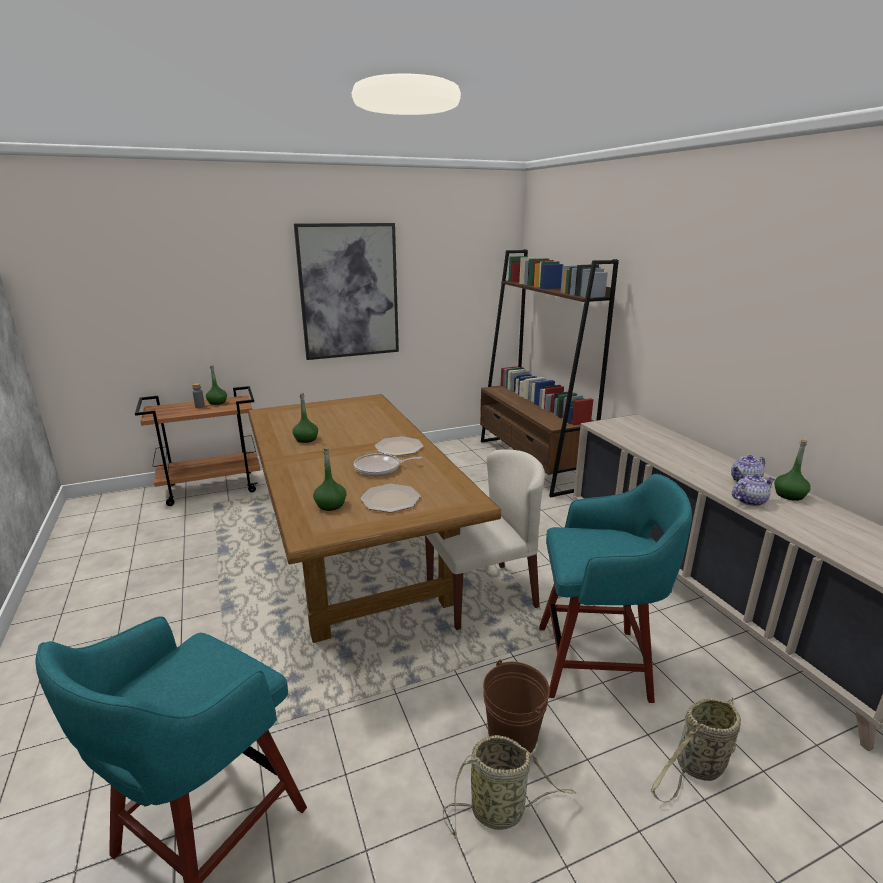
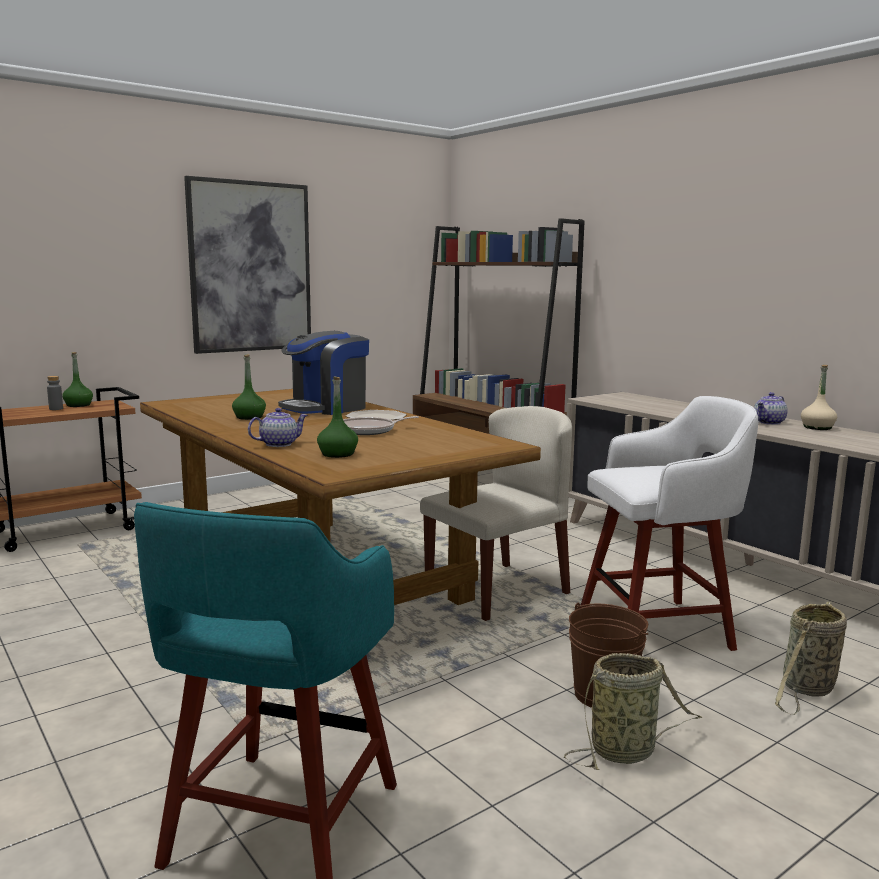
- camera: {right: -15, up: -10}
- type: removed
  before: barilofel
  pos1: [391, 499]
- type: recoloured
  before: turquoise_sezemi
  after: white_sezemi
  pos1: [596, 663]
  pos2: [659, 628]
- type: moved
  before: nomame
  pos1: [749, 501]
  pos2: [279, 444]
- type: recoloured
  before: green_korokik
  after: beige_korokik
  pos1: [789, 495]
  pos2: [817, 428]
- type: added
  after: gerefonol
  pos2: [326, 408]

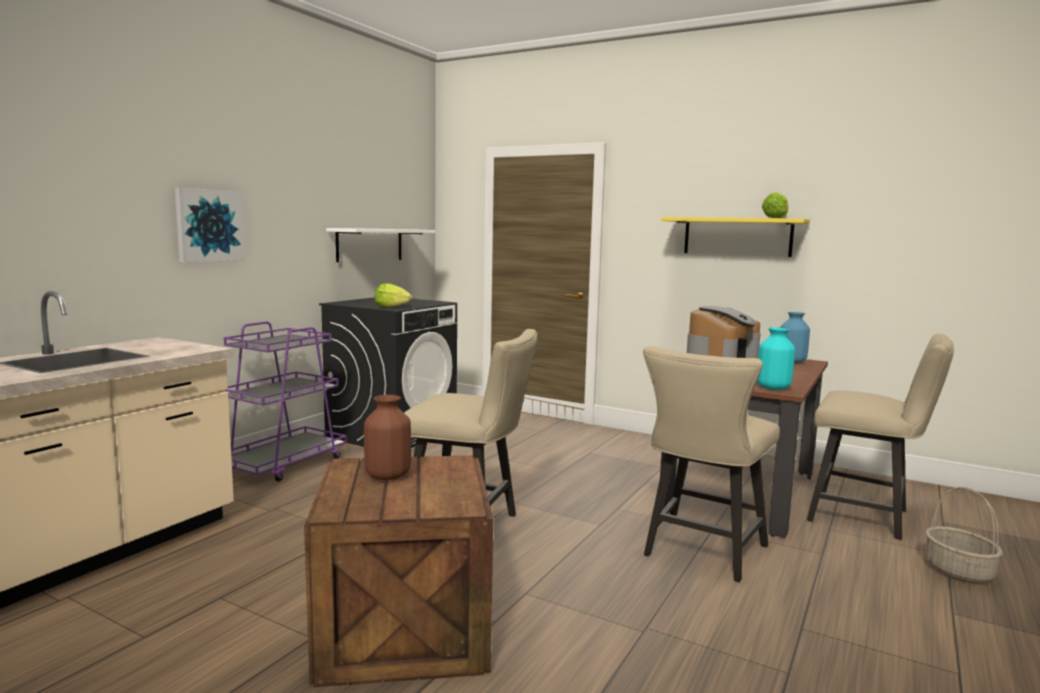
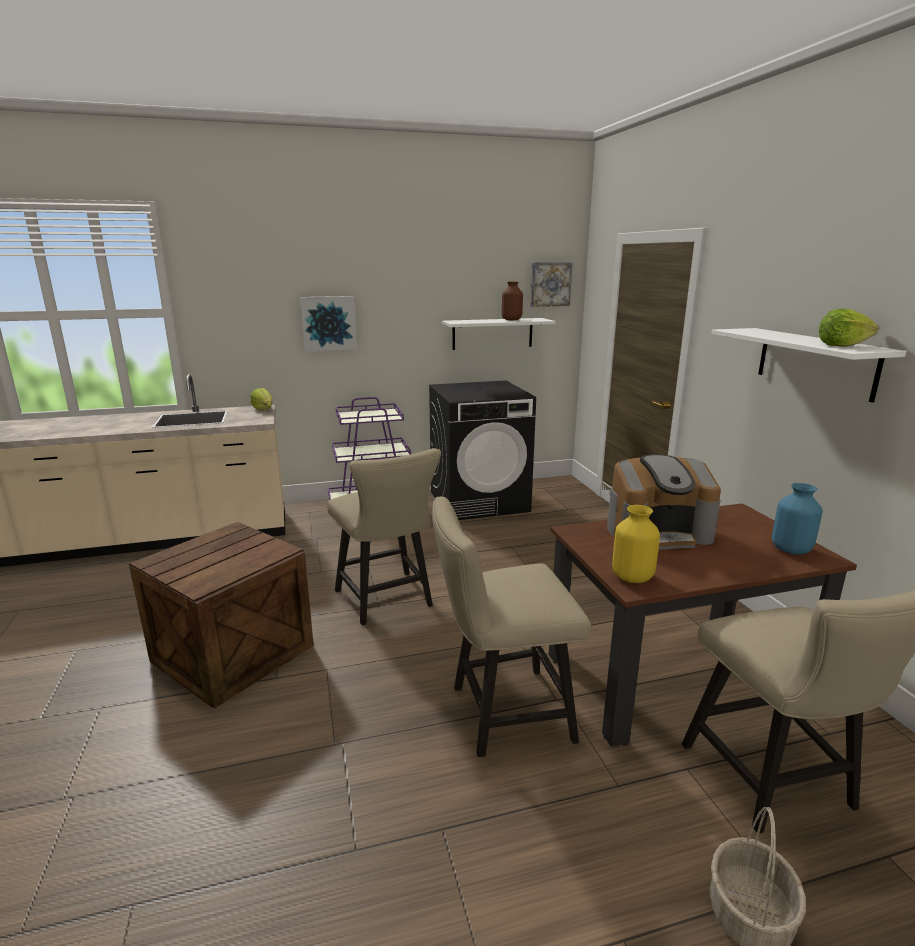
- camera: {right: 45, up: 10}
- type: moved
  before: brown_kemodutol
  pos1: [387, 476]
  pos2: [511, 319]
- type: moved
  before: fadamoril
  pos1: [391, 307]
  pos2: [264, 409]
- type: recoloured
  before: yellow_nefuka
  after: white_nefuka
  pos1: [737, 236]
  pos2: [815, 362]
- type: recoloured
  before: turquoise_kemodutol
  after: yellow_kemodutol
  pos1: [774, 388]
  pos2: [632, 577]
- type: added
  after: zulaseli
  pos2: [550, 284]

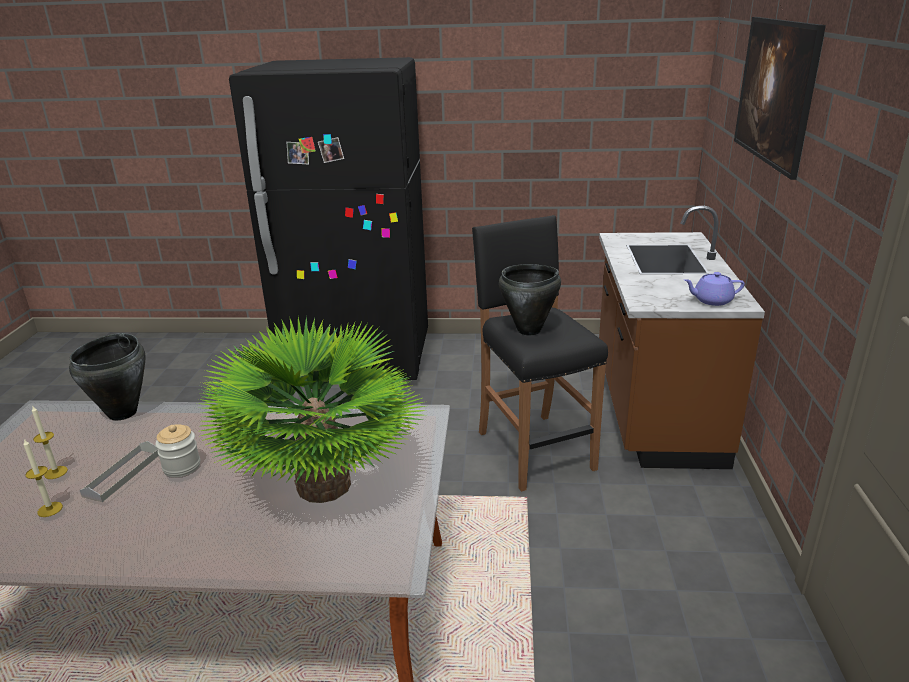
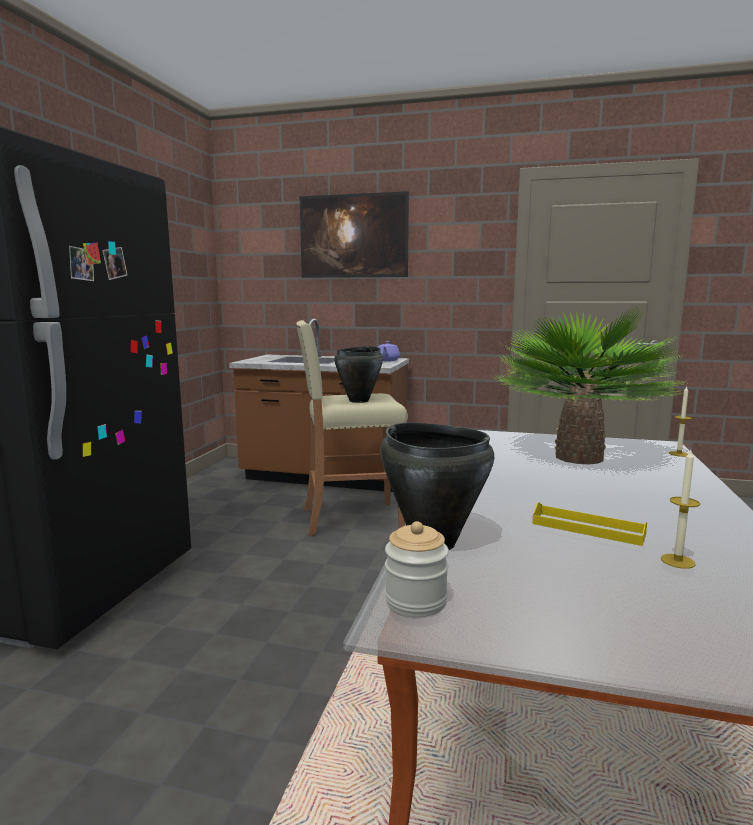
- camera: {right: -80, up: -15}
- type: moved
  before: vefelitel
  pos1: [56, 472]
  pos2: [679, 454]
- type: recoloured
  before: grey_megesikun
  after: yellow_megesikun
  pos1: [122, 474]
  pos2: [588, 528]
- type: moved
  before: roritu
  pos1: [182, 467]
  pos2: [415, 601]
- type: recoloured
  before: black_sezemi
  after: beige_sezemi
  pos1: [534, 449]
  pos2: [350, 518]

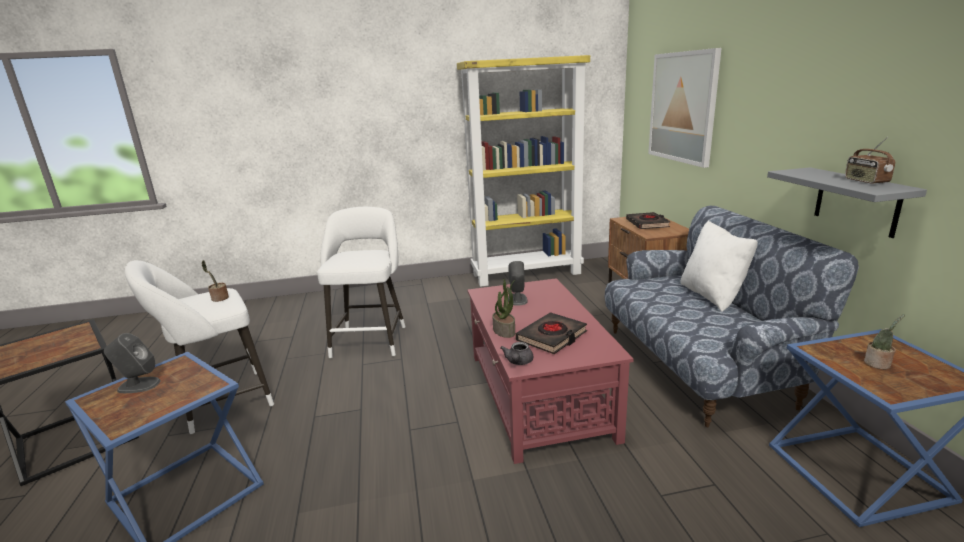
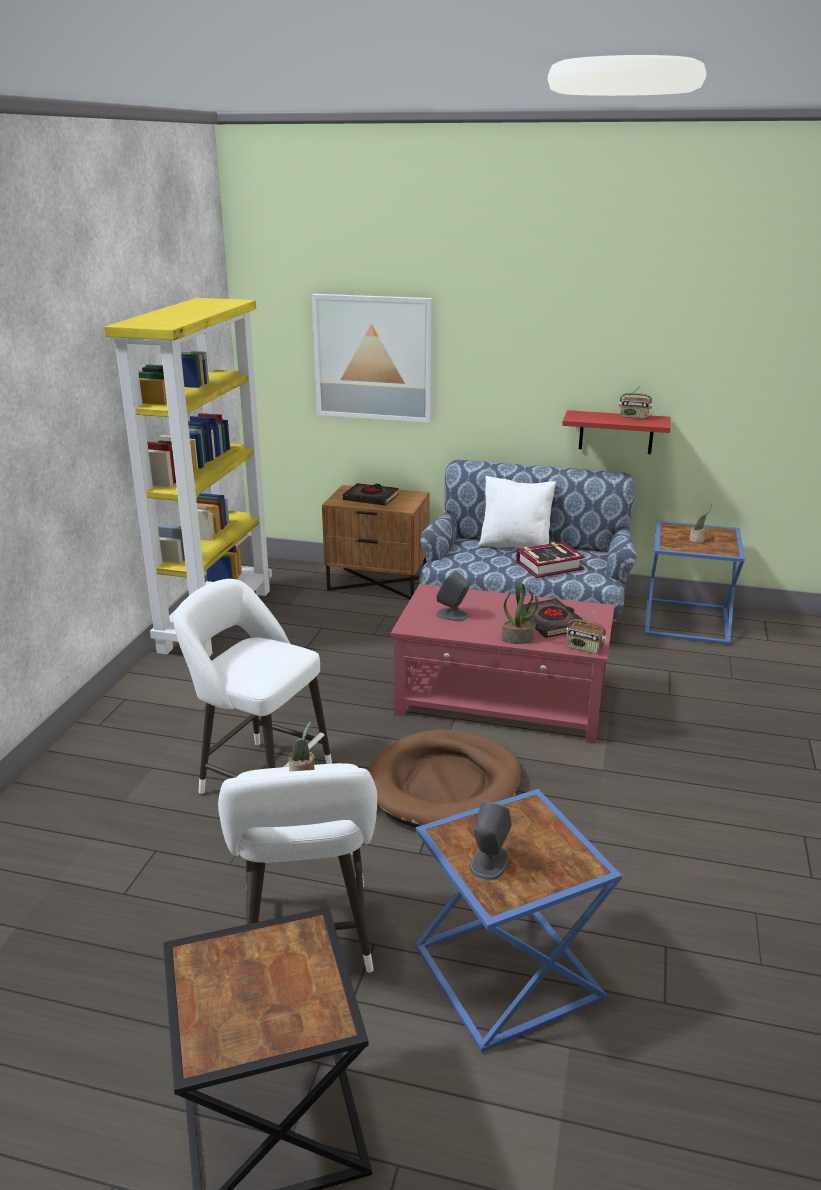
- camera: {right: -65, up: 5}
- type: replaced
  before: grey_nomame
  after: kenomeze
  pos1: [518, 362]
  pos2: [584, 648]
- type: recoloured
  before: grey_nefuka
  after: red_nefuka
  pos1: [856, 201]
  pos2: [616, 432]
- type: added
  after: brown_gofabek
  pos2: [444, 785]
- type: added
  after: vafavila
  pos2: [549, 565]

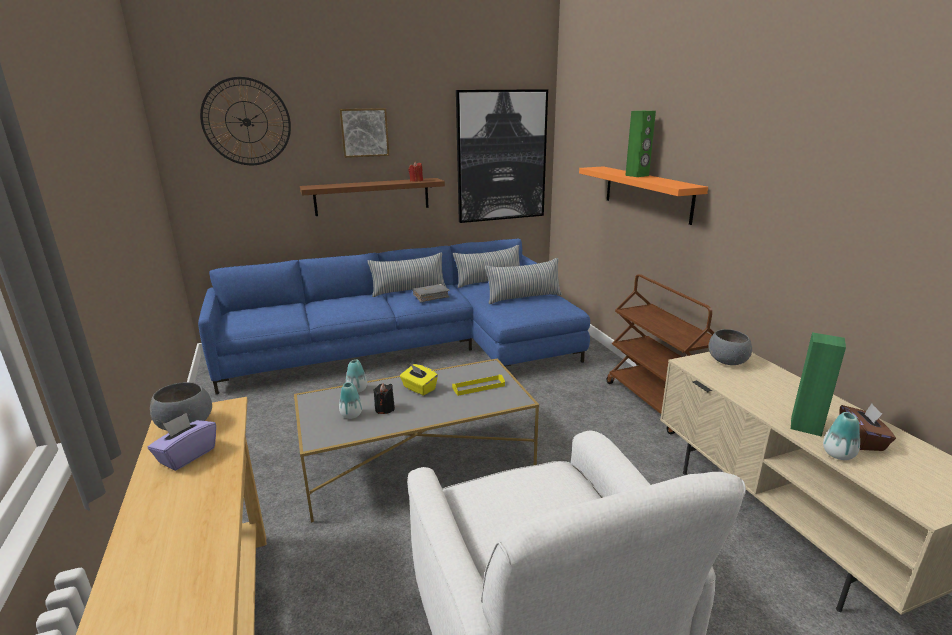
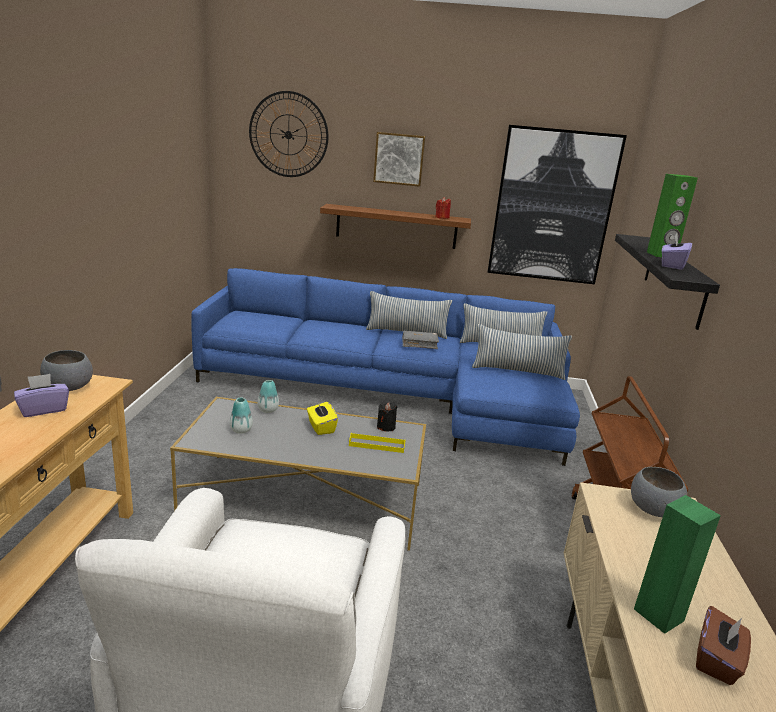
- camera: {right: 25, up: 0}
- type: moved
  before: black_vefelitel
  pos1: [385, 409]
  pos2: [386, 427]
- type: recoloured
  before: orange_nefuka
  after: black_nefuka
  pos1: [647, 193]
  pos2: [674, 279]
- type: removed
  before: kemodutol
  pos1: [838, 454]
- type: added
  after: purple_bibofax
  pos2: [672, 265]

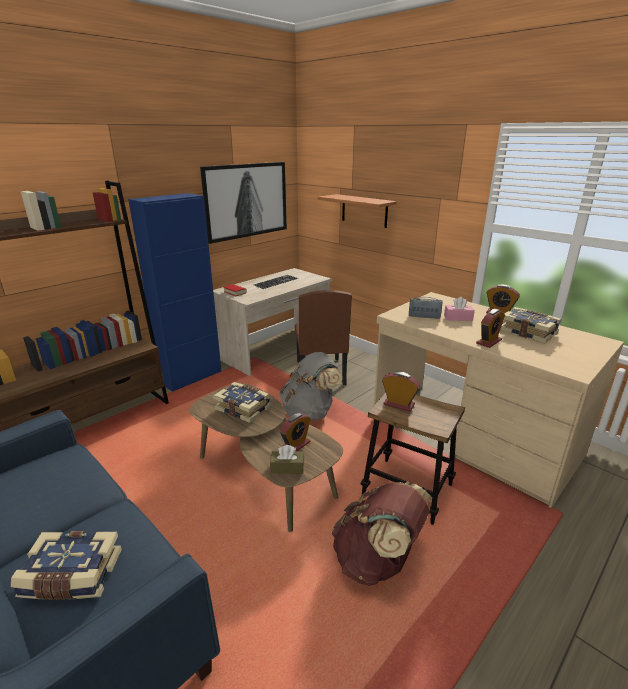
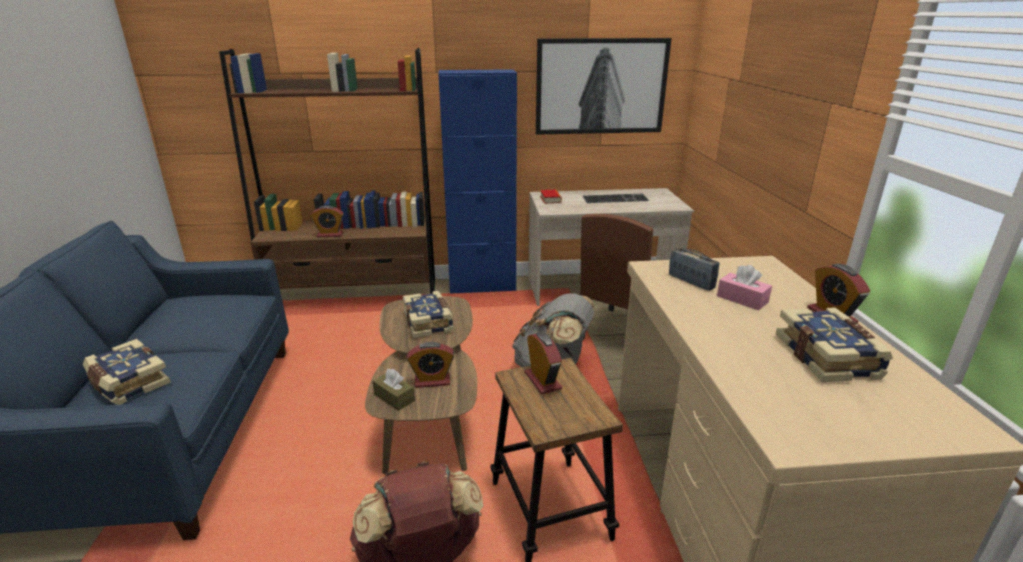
- camera: {right: 40, up: 0}
- type: removed
  before: nefuka
  pos1: [364, 210]
- type: moved
  before: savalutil
  pos1: [488, 342]
  pos2: [330, 235]

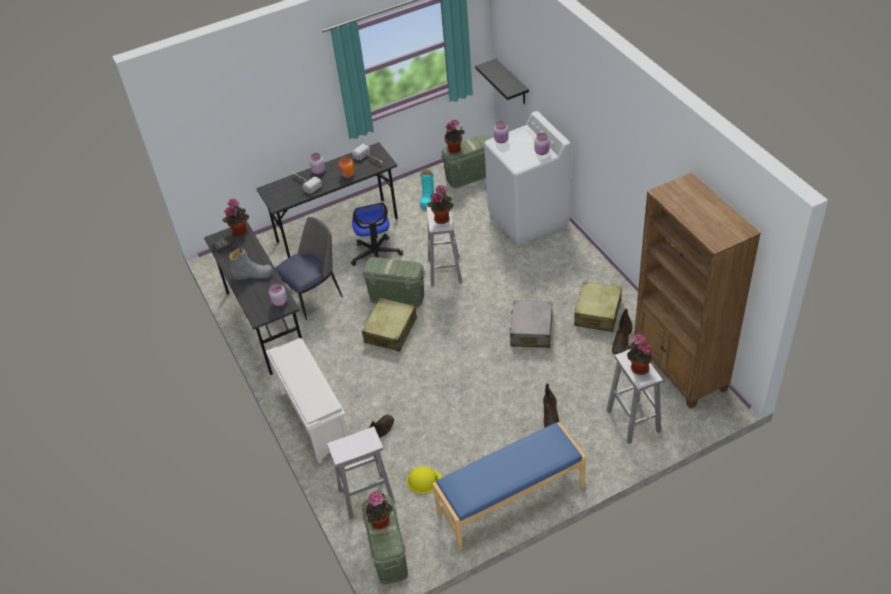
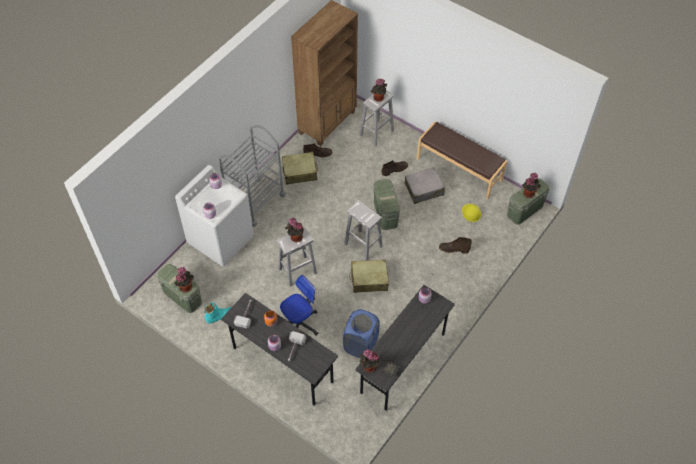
- camera: {right: -120, up: 10}
- type: removed
  before: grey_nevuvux
  pos1: [253, 274]
- type: removed
  before: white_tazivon
  pos1: [313, 419]
- type: replaced
  before: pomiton
  after: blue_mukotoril
  pos1: [314, 297]
  pos2: [361, 344]
- type: moved
  before: white_sezemi
  pos1: [367, 495]
  pos2: [362, 245]
- type: moved
  before: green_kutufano
  pos1: [397, 297]
  pos2: [385, 213]
- type: recoloured
  before: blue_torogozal
  after: brown_torogozal
  pos1: [511, 500]
  pos2: [459, 169]
- type: removed
  before: black_nefuka
  pos1: [512, 83]
- type: moved
  before: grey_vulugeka
  pos1: [531, 330]
  pos2: [424, 189]
- type: added
  after: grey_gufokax
  pos2: [255, 201]

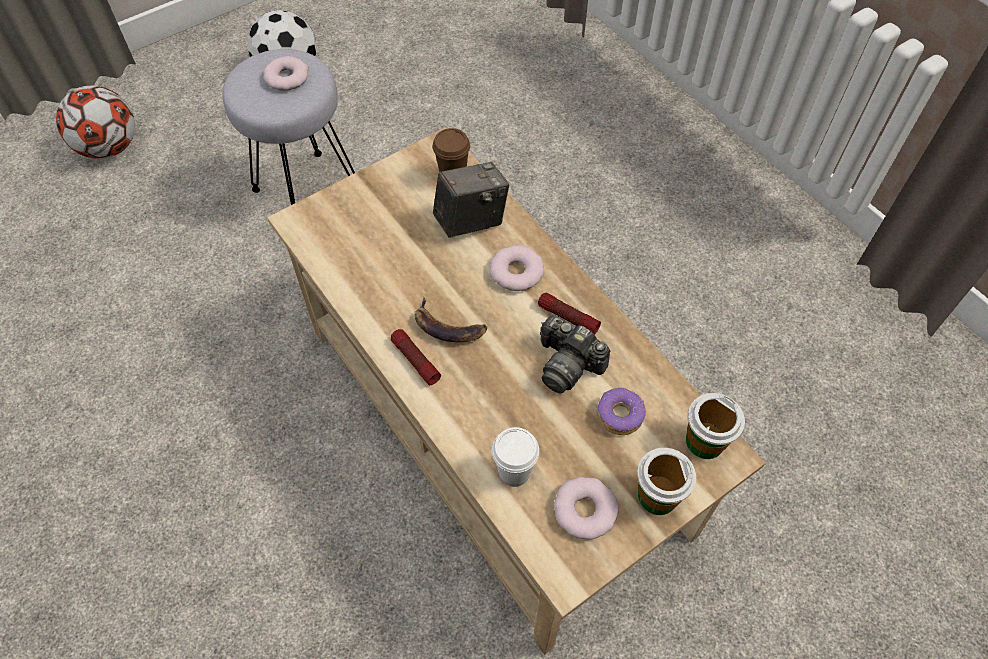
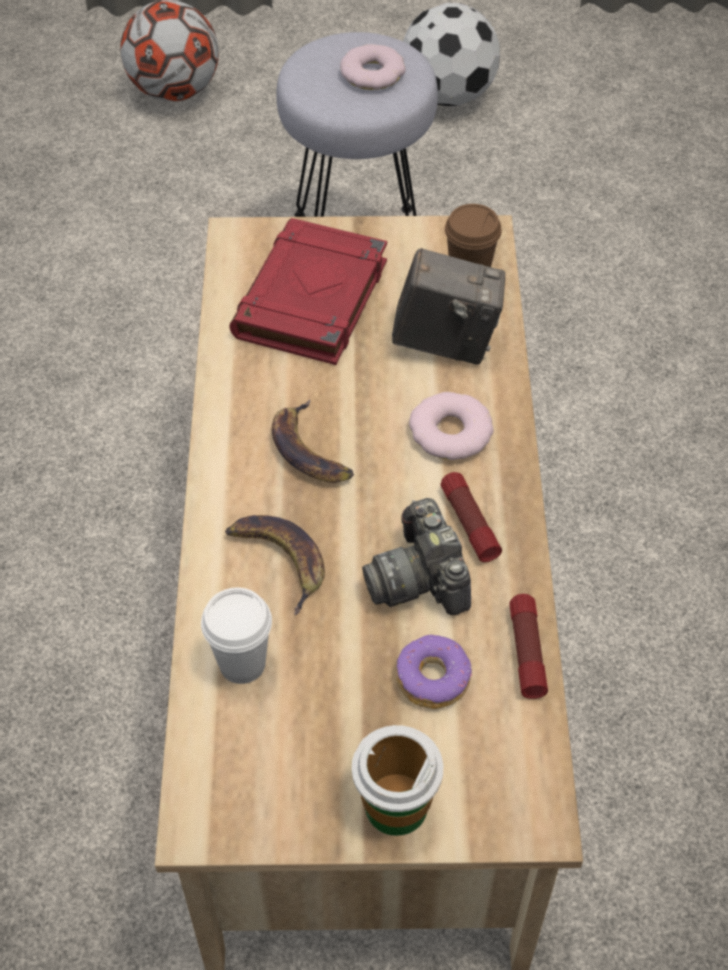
- camera: {right: 35, up: -5}
- type: moved
  before: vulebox
  pos1: [415, 360]
  pos2: [526, 652]
- type: removed
  before: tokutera
  pos1: [584, 510]
- type: removed
  before: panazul
  pos1: [704, 441]
- type: added
  after: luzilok
  pos2: [278, 560]
- type: added
  after: red_vafavila
  pos2: [311, 301]

